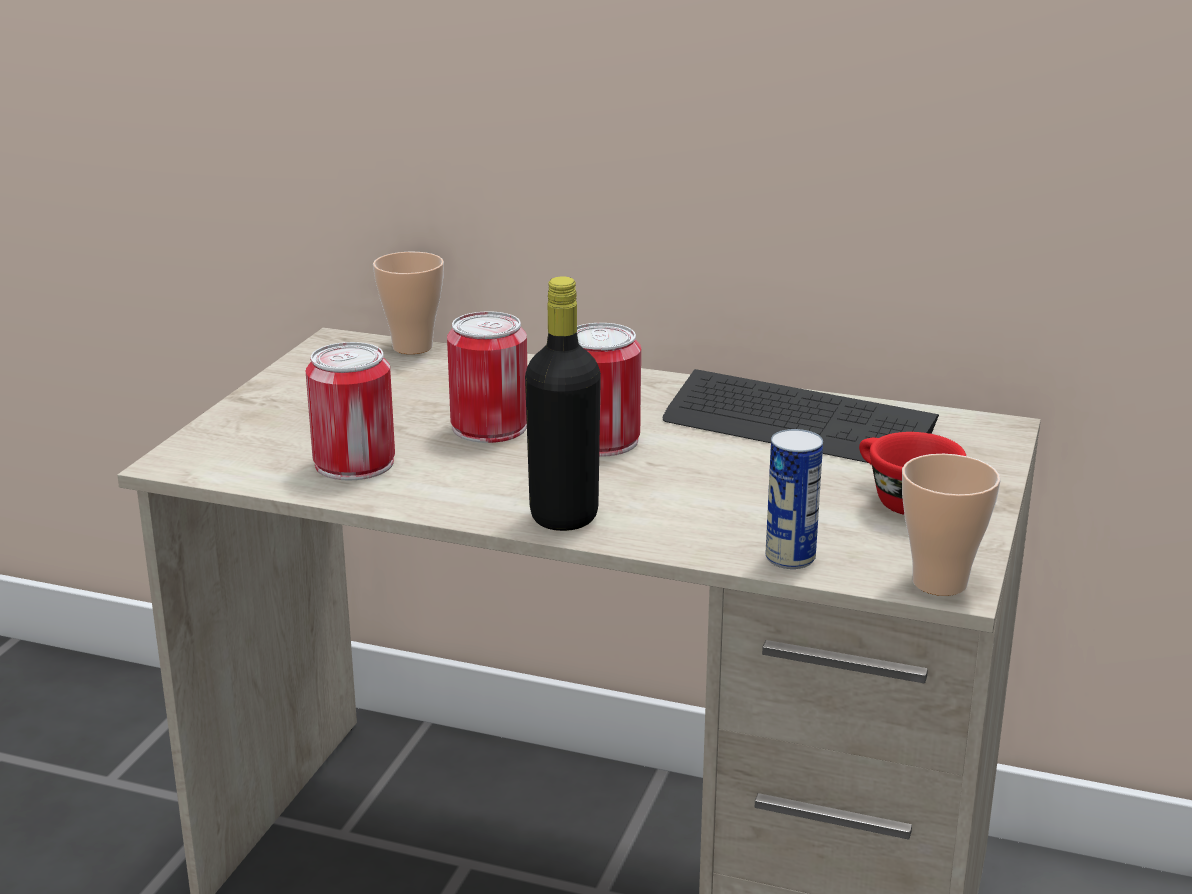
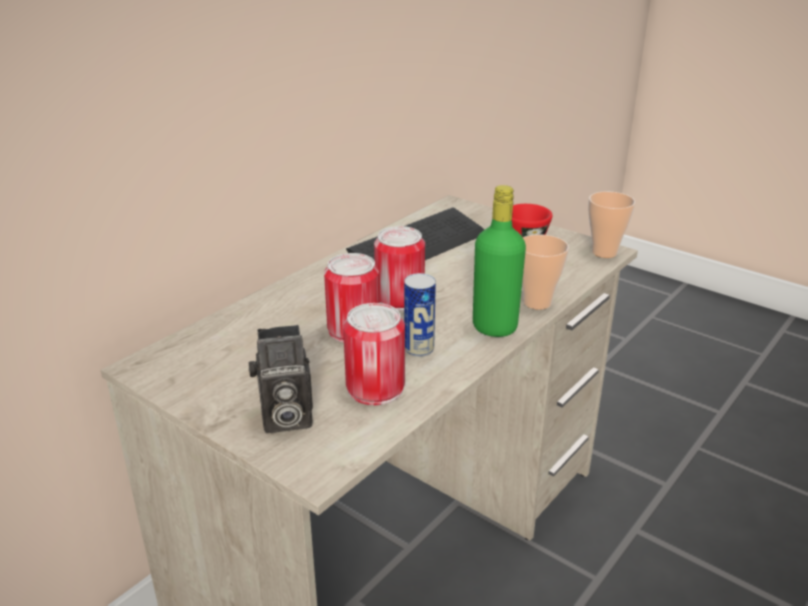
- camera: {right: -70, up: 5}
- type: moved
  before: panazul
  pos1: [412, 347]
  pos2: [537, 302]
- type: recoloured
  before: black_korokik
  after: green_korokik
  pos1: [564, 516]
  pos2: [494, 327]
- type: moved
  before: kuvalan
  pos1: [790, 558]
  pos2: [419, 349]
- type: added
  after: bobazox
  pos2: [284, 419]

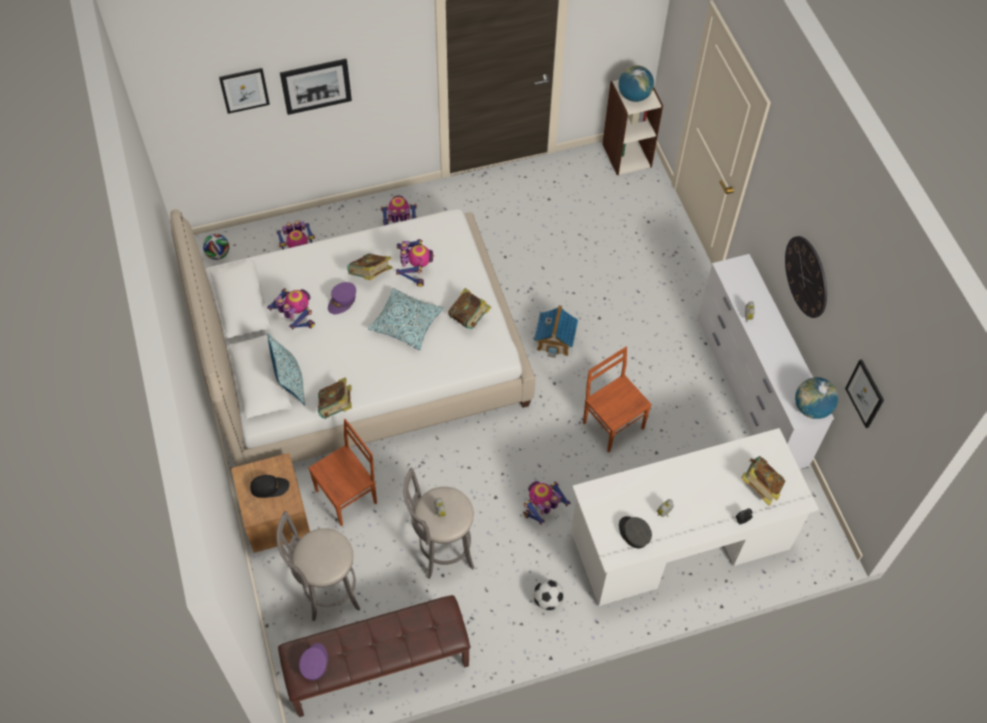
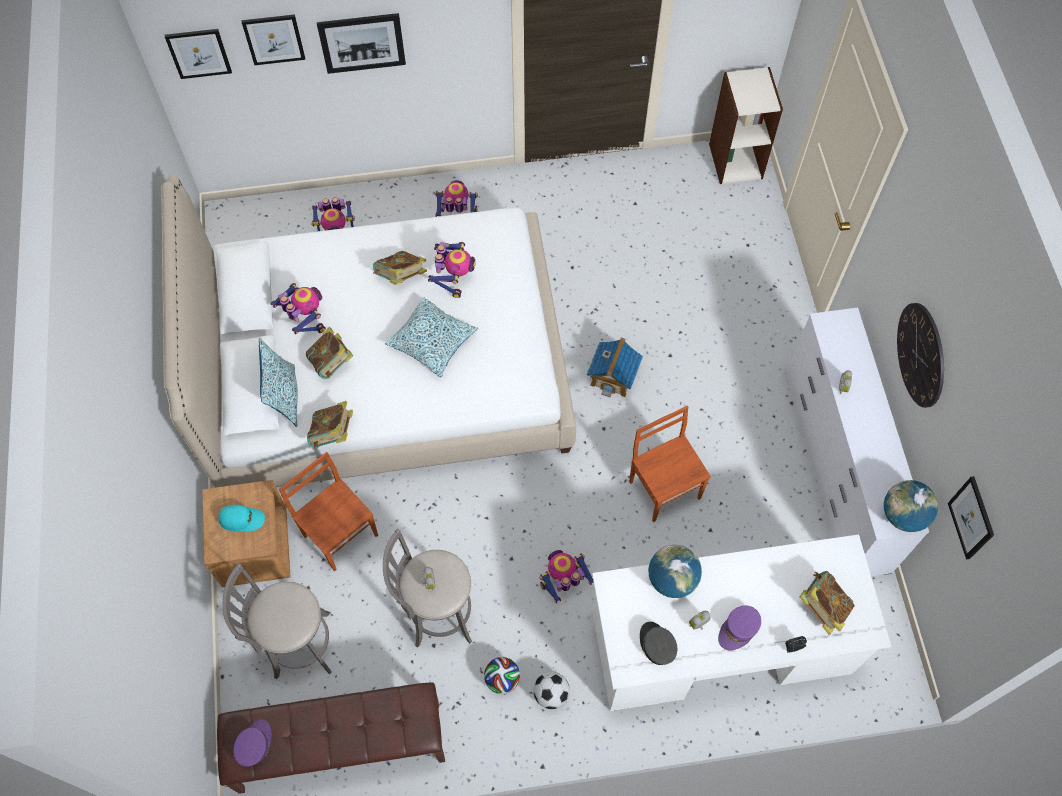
- camera: {right: 10, up: 5}
- type: moved
  before: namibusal
  pos1: [218, 254]
  pos2: [502, 679]
- type: recoloured
  before: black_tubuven
  after: turquoise_tubuven
  pos1: [269, 487]
  pos2: [242, 519]
- type: turned
  before: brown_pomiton
  pos1: [347, 497]
  pos2: [341, 534]
  turn: -105
- type: moved
  before: purple_tubuven
  pos1: [342, 301]
  pos2: [738, 630]
- type: moved
  before: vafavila
  pos1: [469, 318]
  pos2: [332, 363]
- type: moved
  before: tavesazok
  pos1: [634, 96]
  pos2: [672, 579]
- type: added
  after: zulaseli
  pos2: [199, 53]

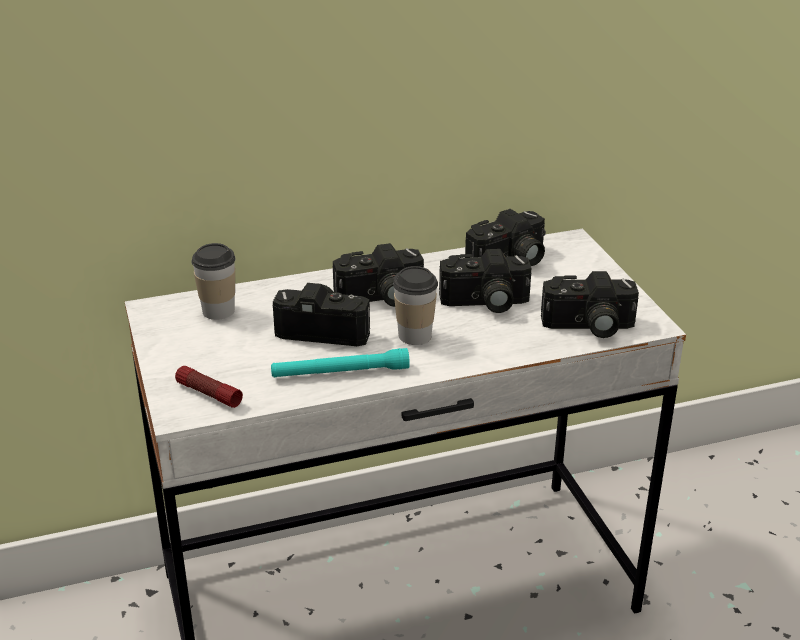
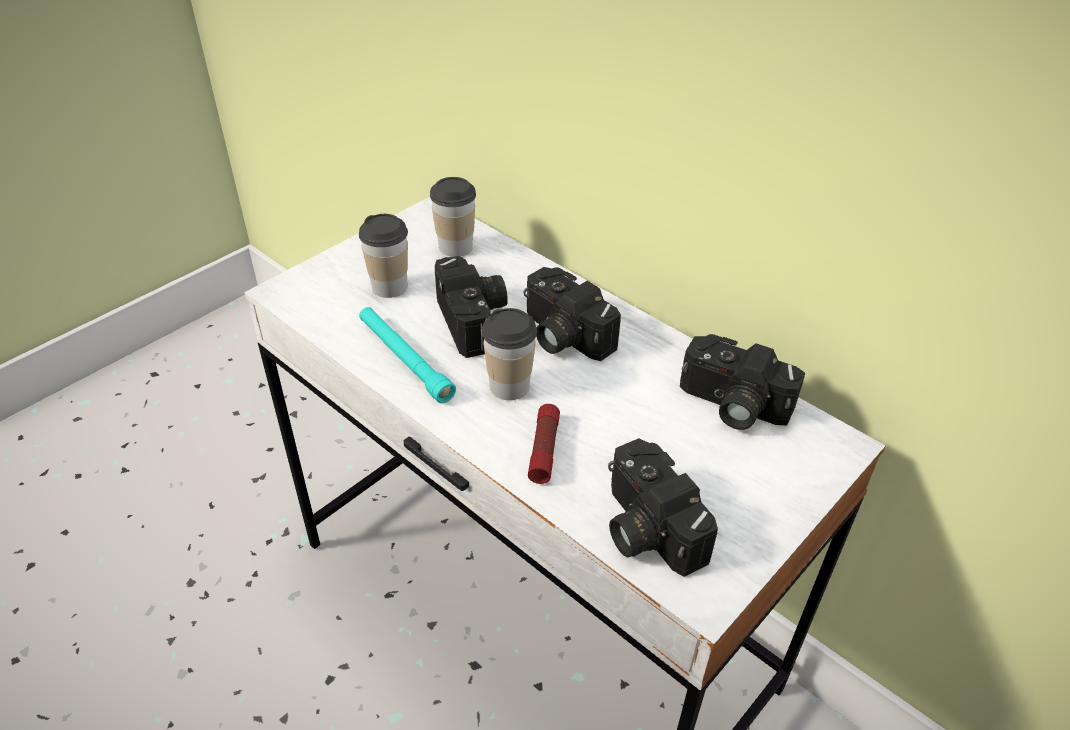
- camera: {right: 60, up: 10}
- type: moved
  before: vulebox
  pos1: [208, 394]
  pos2: [544, 449]
- type: removed
  before: bobazox
  pos1: [485, 303]
- type: added
  after: panazul
  pos2: [389, 286]

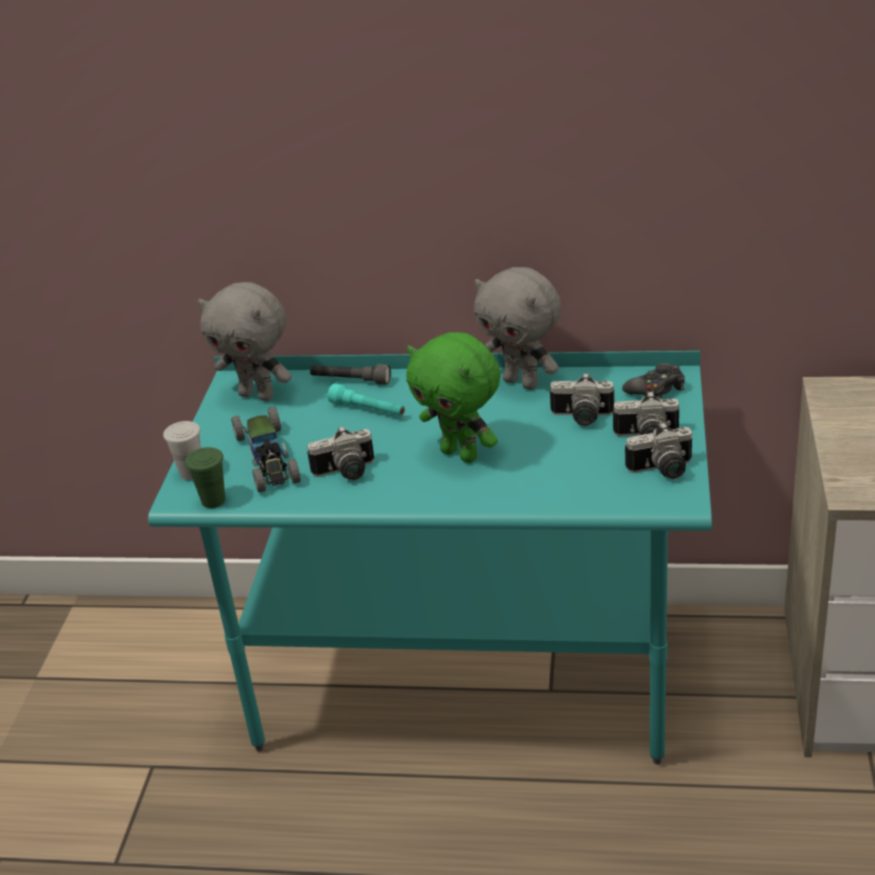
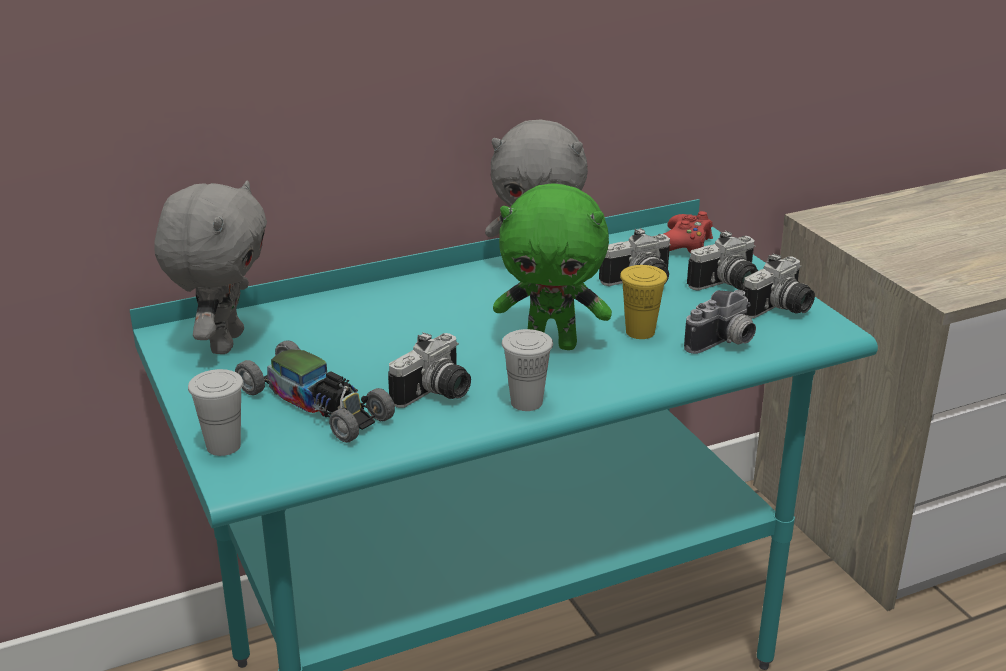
- camera: {right: -35, up: -5}
- type: removed
  before: green_panazul
  pos1: [213, 500]
- type: turned
  before: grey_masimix
  pos1: [258, 395]
  pos2: [224, 342]
  turn: -75
- type: removed
  before: grey_vulebox
  pos1: [350, 381]
- type: removed
  before: turquoise_vulebox
  pos1: [368, 410]
- type: recoloured
  before: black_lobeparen
  after: red_lobeparen
  pos1: [656, 390]
  pos2: [684, 244]
- type: added
  after: white_panazul
  pos2: [526, 402]
- type: added
  after: yellow_panazul
  pos2: [640, 332]
- type: added
  after: bobazox
  pos2: [724, 343]

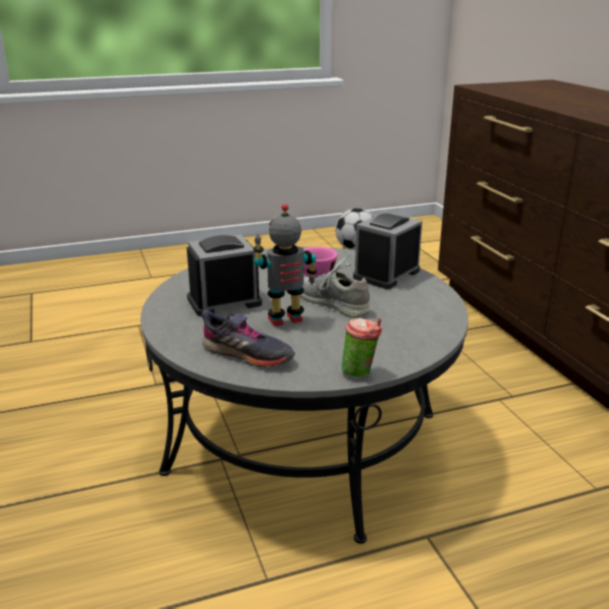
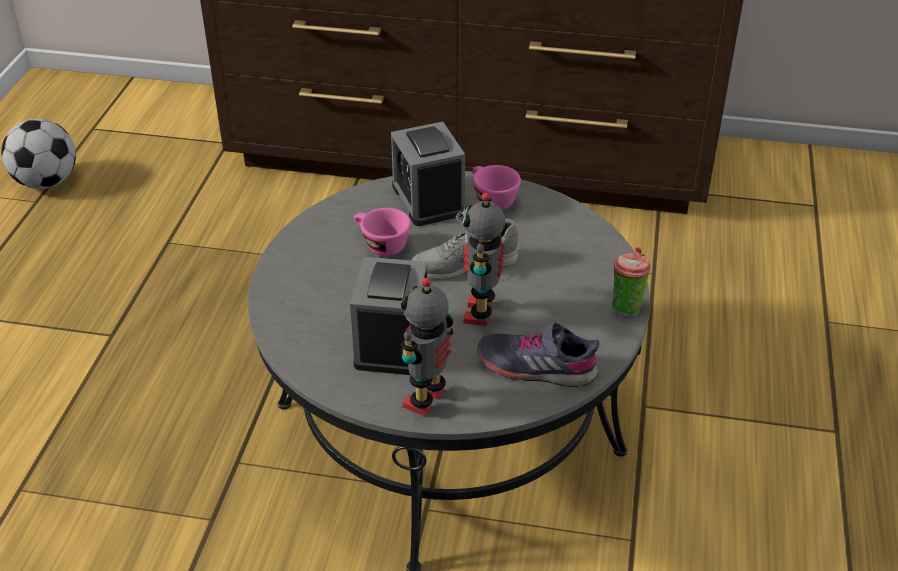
- camera: {right: -60, up: 15}
- type: turned
  before: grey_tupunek
  pos1: [247, 354]
  pos2: [536, 366]
  turn: -135
- type: added
  after: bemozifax
  pos2: [427, 400]
- type: added
  after: pink_panazul
  pos2: [491, 199]

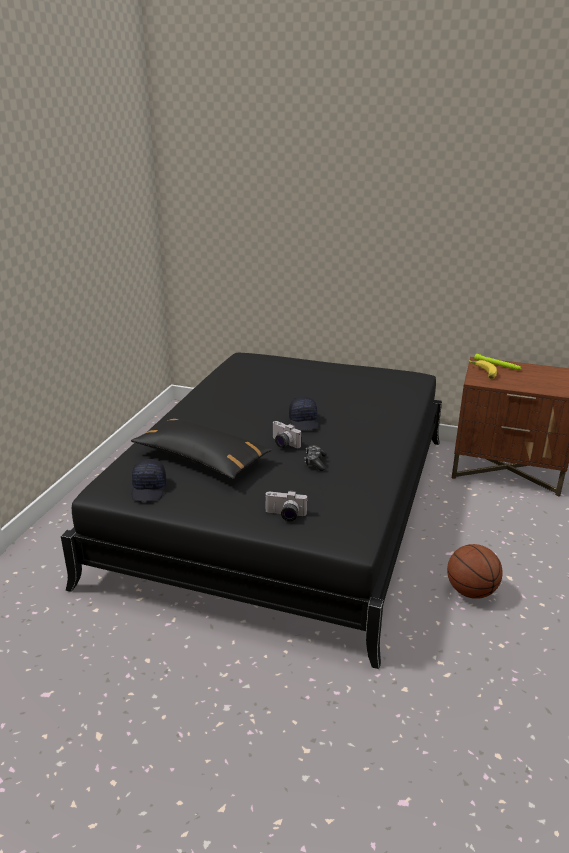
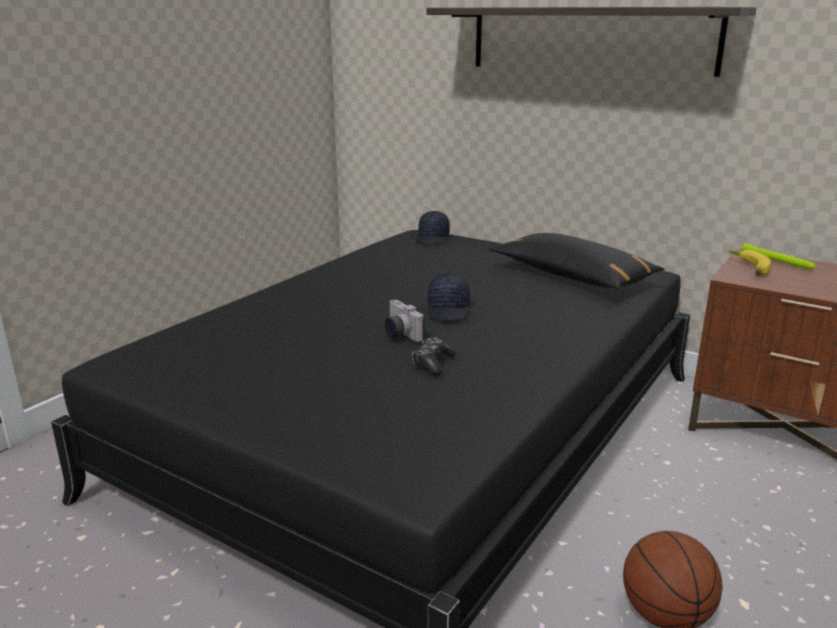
- camera: {right: 15, up: -5}
- type: moved
  before: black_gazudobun
  pos1: [202, 458]
  pos2: [572, 276]
- type: moved
  before: black_tubuven
  pos1: [149, 489]
  pos2: [433, 238]
- type: removed
  before: bobazox
  pos1: [285, 515]
- type: added
  after: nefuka
  pos2: [590, 39]

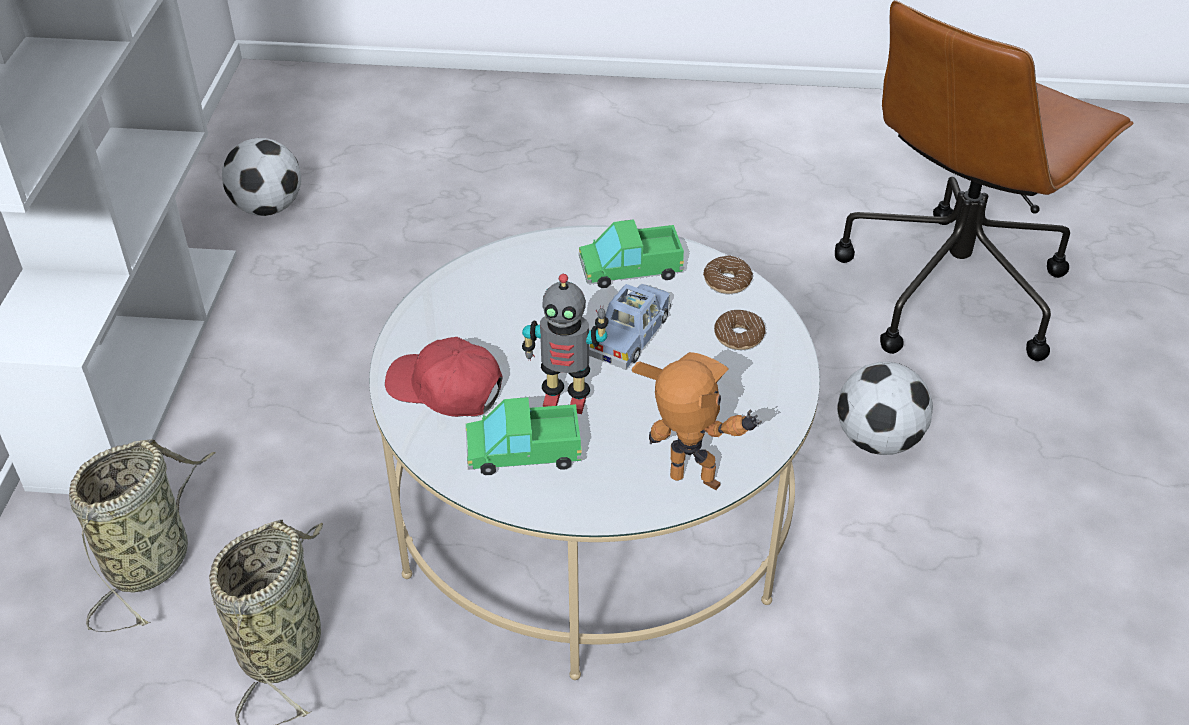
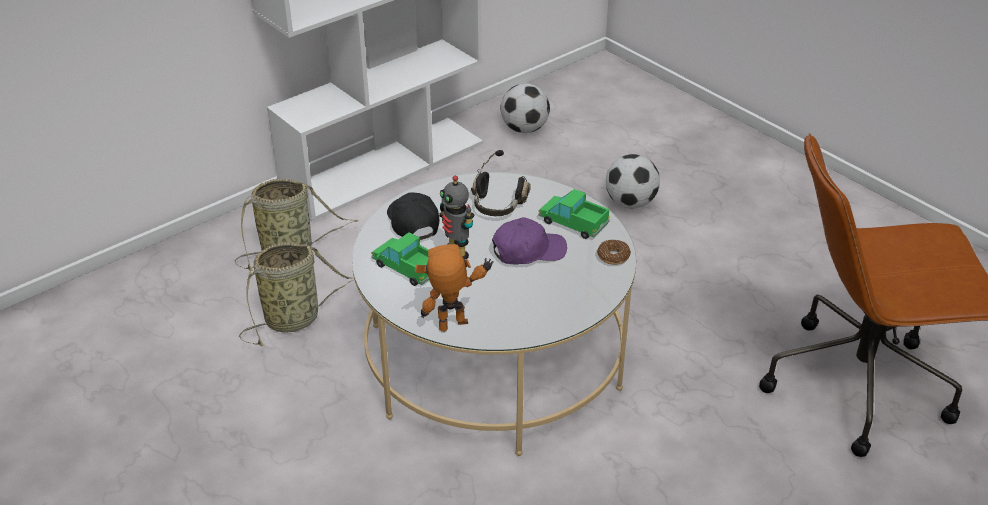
- camera: {right: 45, up: -5}
- type: recoloured
  before: red_tubuven
  after: black_tubuven
  pos1: [446, 389]
  pos2: [413, 223]
- type: replaced
  before: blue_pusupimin
  after: purple_tubuven
  pos1: [631, 335]
  pos2: [528, 251]
- type: turned
  before: bemozifax
  pos1: [693, 487]
  pos2: [456, 329]
  turn: -90
- type: removed
  before: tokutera
  pos1: [739, 336]
- type: moved
  before: namibusal
  pos1: [878, 440]
  pos2: [630, 203]
- type: added
  after: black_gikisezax
  pos2: [498, 205]

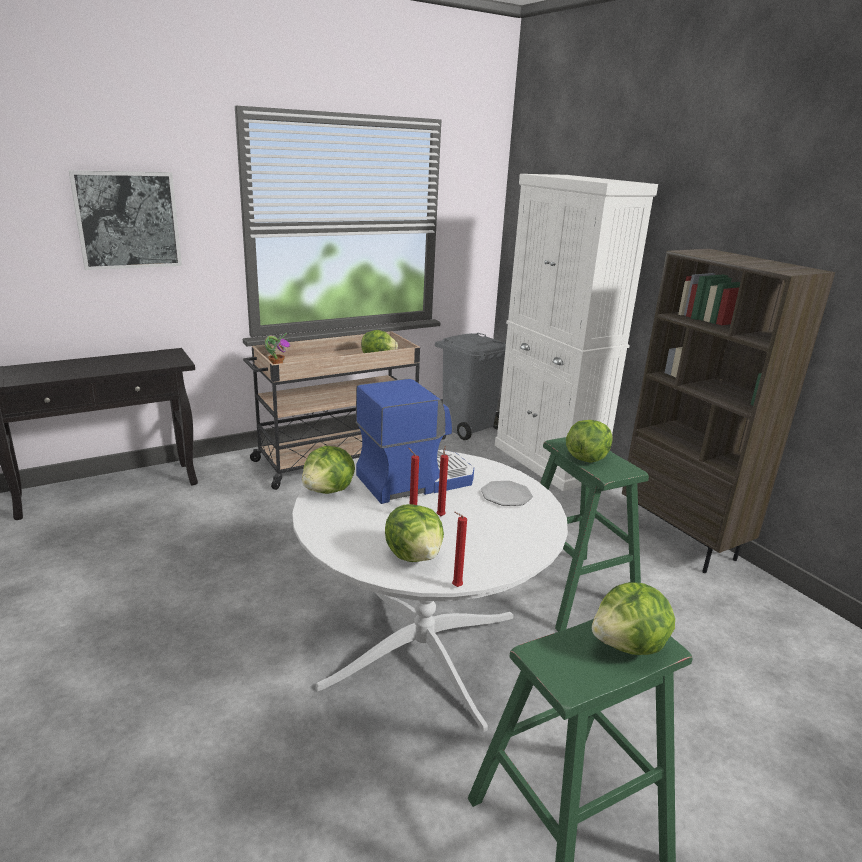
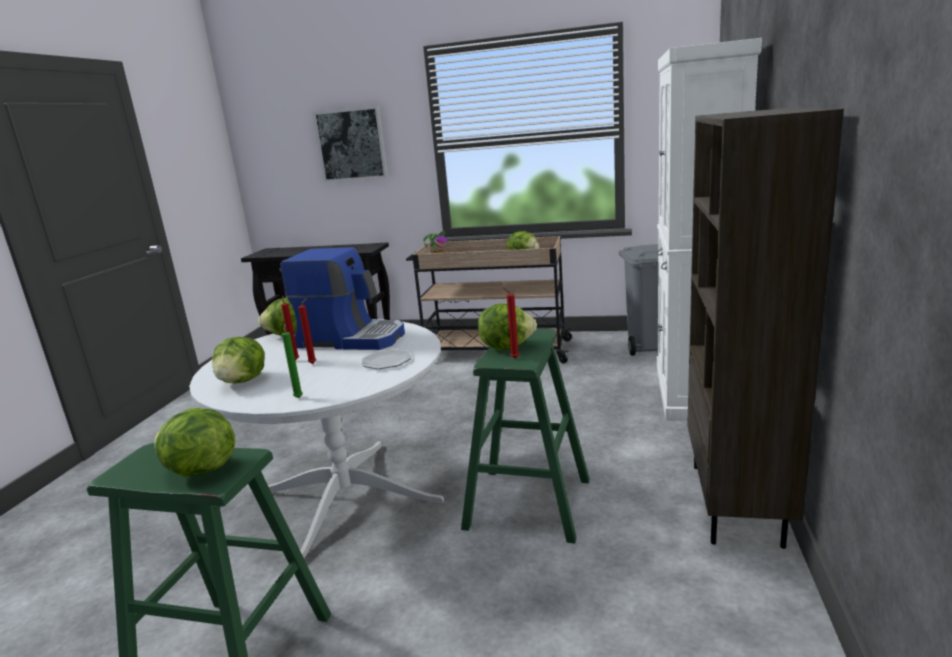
- camera: {right: 45, up: -5}
- type: moved
  before: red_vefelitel
  pos1: [455, 587]
  pos2: [513, 358]
- type: added
  after: green_vefelitel
  pos2: [298, 397]

